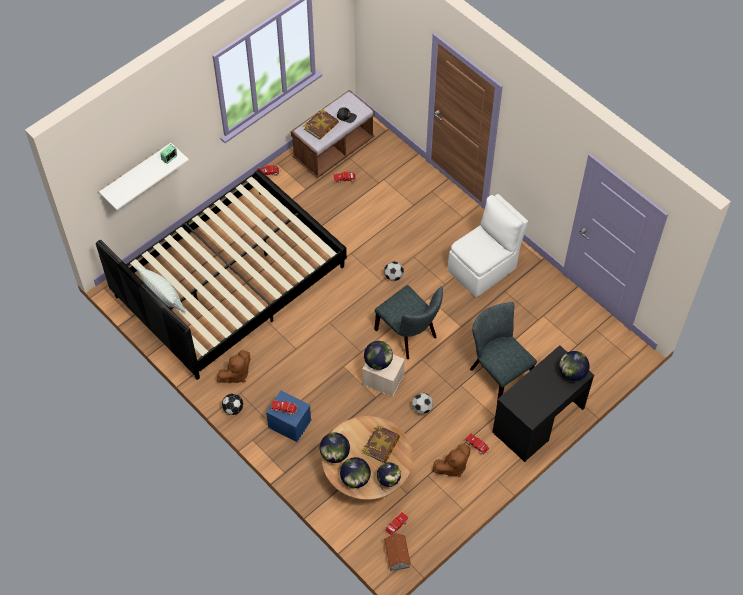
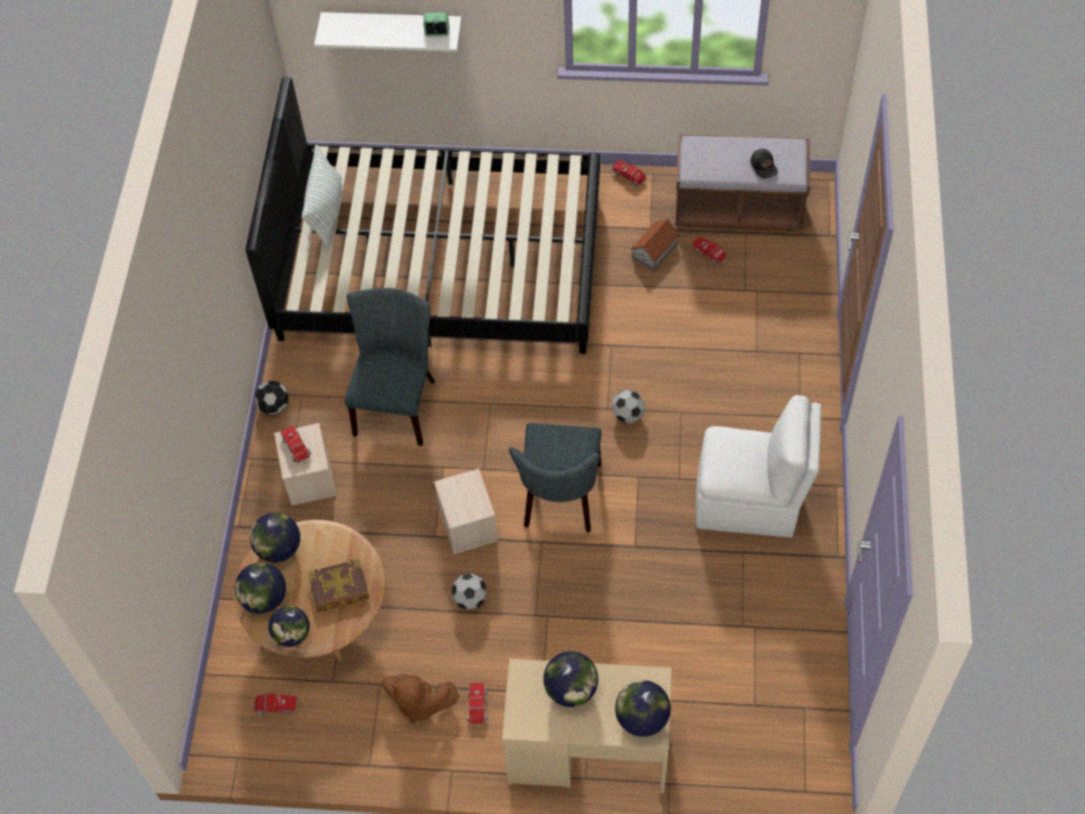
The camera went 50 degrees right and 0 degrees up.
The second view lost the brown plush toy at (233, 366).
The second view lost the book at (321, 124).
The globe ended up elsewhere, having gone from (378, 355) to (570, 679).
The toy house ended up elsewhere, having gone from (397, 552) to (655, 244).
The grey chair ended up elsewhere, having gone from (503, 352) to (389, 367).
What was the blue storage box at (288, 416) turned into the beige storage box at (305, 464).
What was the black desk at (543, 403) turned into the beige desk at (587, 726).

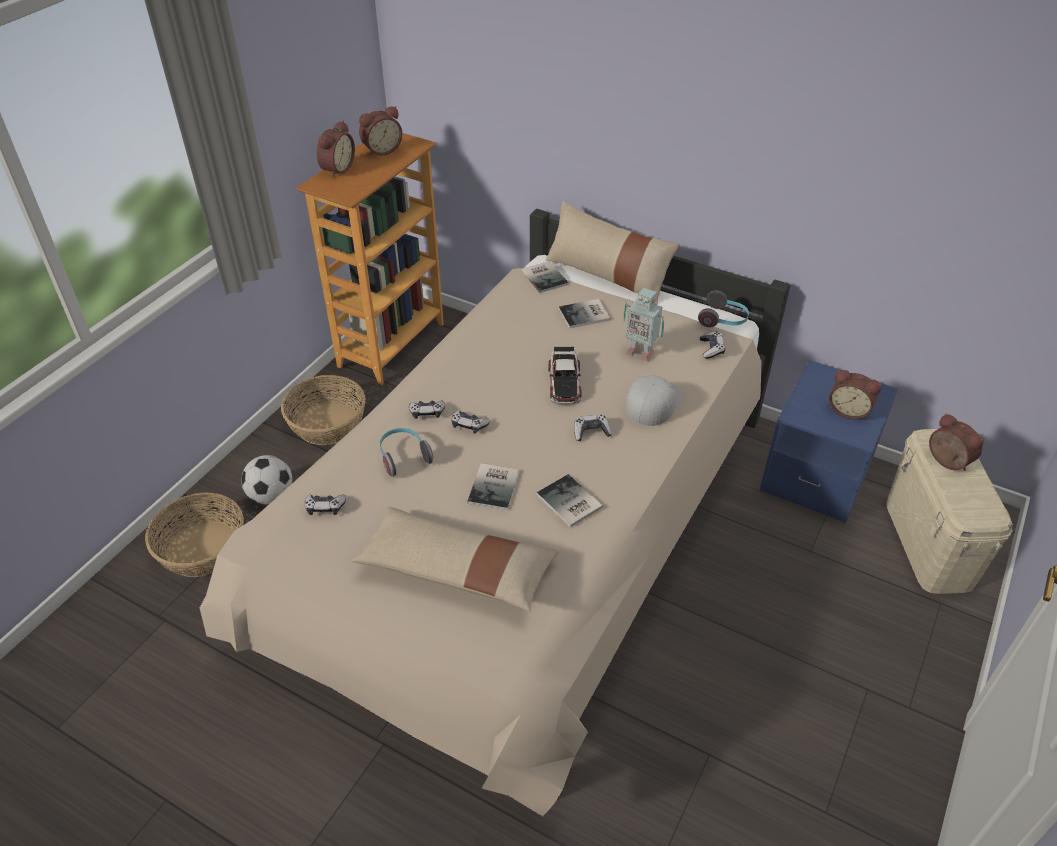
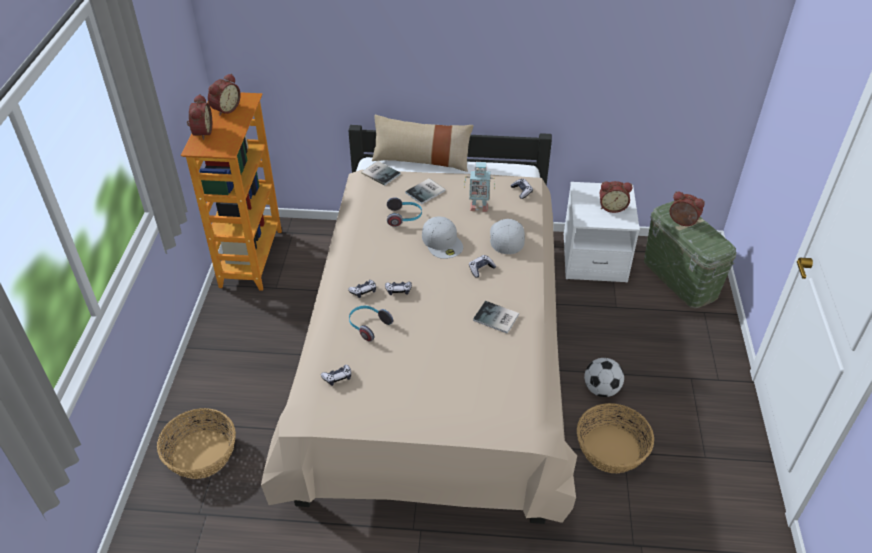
The camera went 25 degrees left and 0 degrees up.
The second view lost the beige pillow at (455, 559).
The second view lost the book at (493, 486).
The football ended up elsewhere, having gone from (266, 479) to (604, 377).
The basket ended up elsewhere, having gone from (323, 410) to (615, 438).
The headphones ended up elsewhere, having gone from (723, 309) to (404, 212).
Where the toy car stood at (564, 376), the white cap came to stand at (442, 238).
What was the blue nightstand at (829, 441) turned into the white nightstand at (602, 232).
What was the beige storage box at (949, 511) turned into the green storage box at (690, 254).

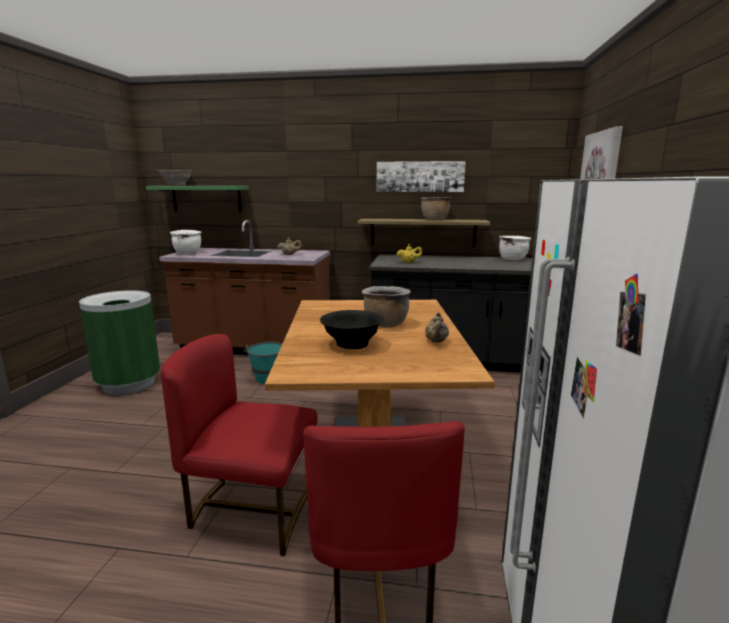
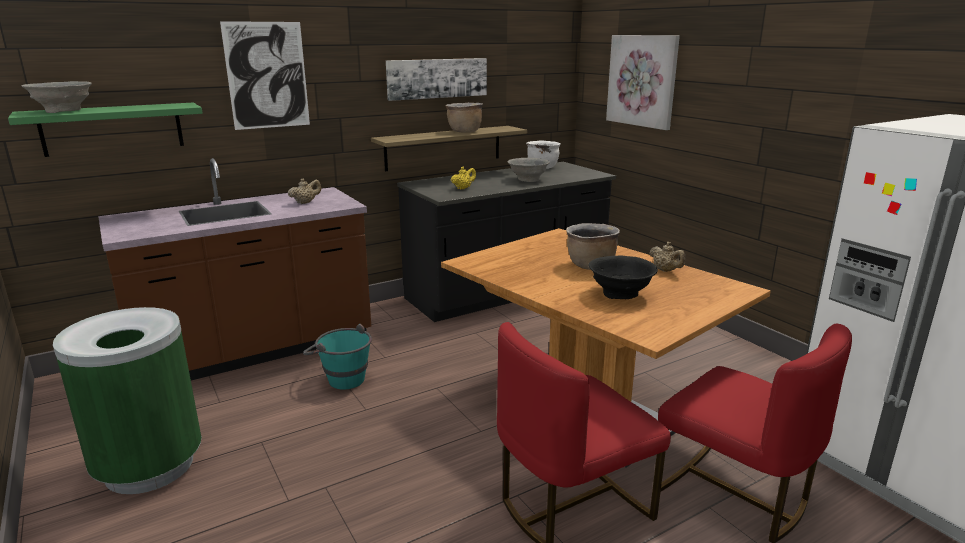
The camera went 40 degrees left and 5 degrees up.
The second view lost the white cooking pot at (185, 242).
The second view gained the picture at (265, 75).
The second view gained the grey bowl at (529, 170).

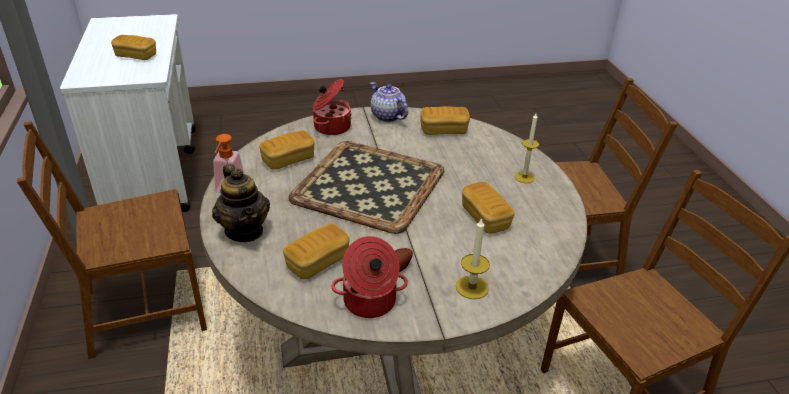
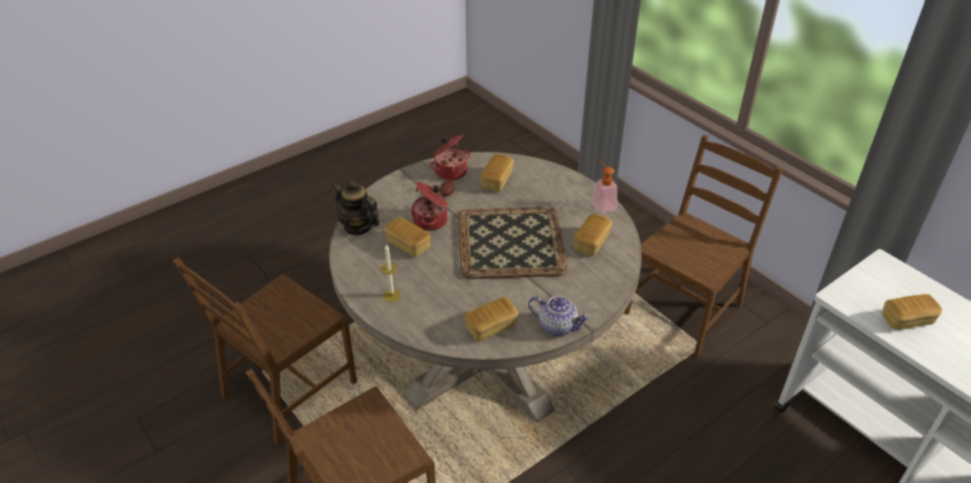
The camera went 155 degrees right and 5 degrees up.
The second view lost the candle at (473, 258).
The teapot ended up elsewhere, having gone from (241, 203) to (356, 208).
The cooking pot ended up elsewhere, having gone from (332, 107) to (429, 206).

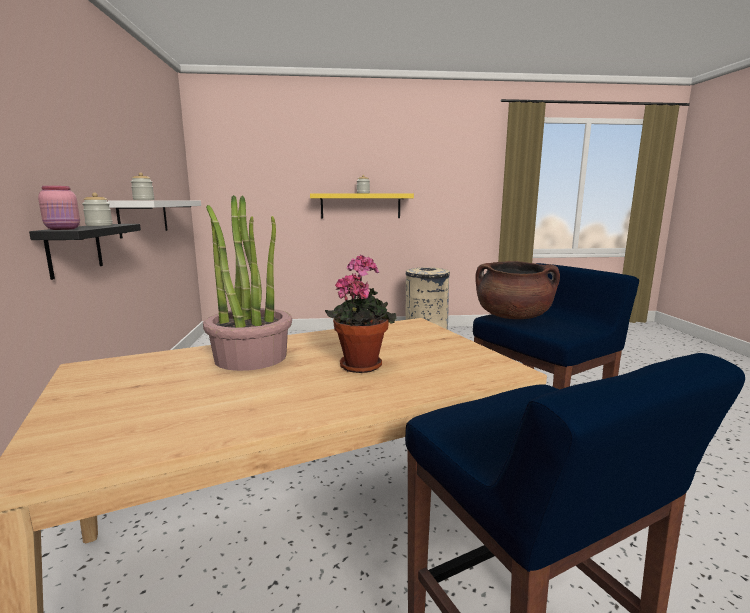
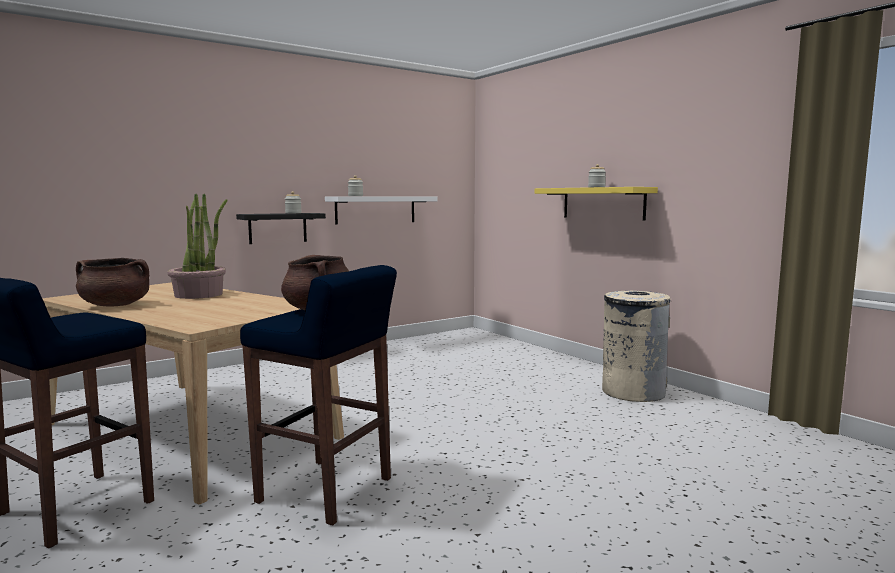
The camera went 60 degrees right and 5 degrees down.
The second view lost the pink jar at (59, 208).
The second view lost the potted plant at (360, 314).
The second view gained the brown cooking pot at (112, 282).

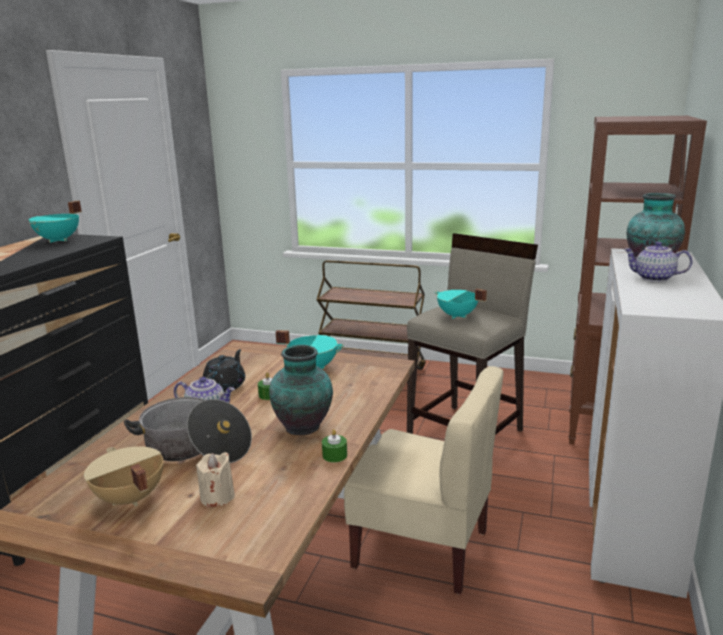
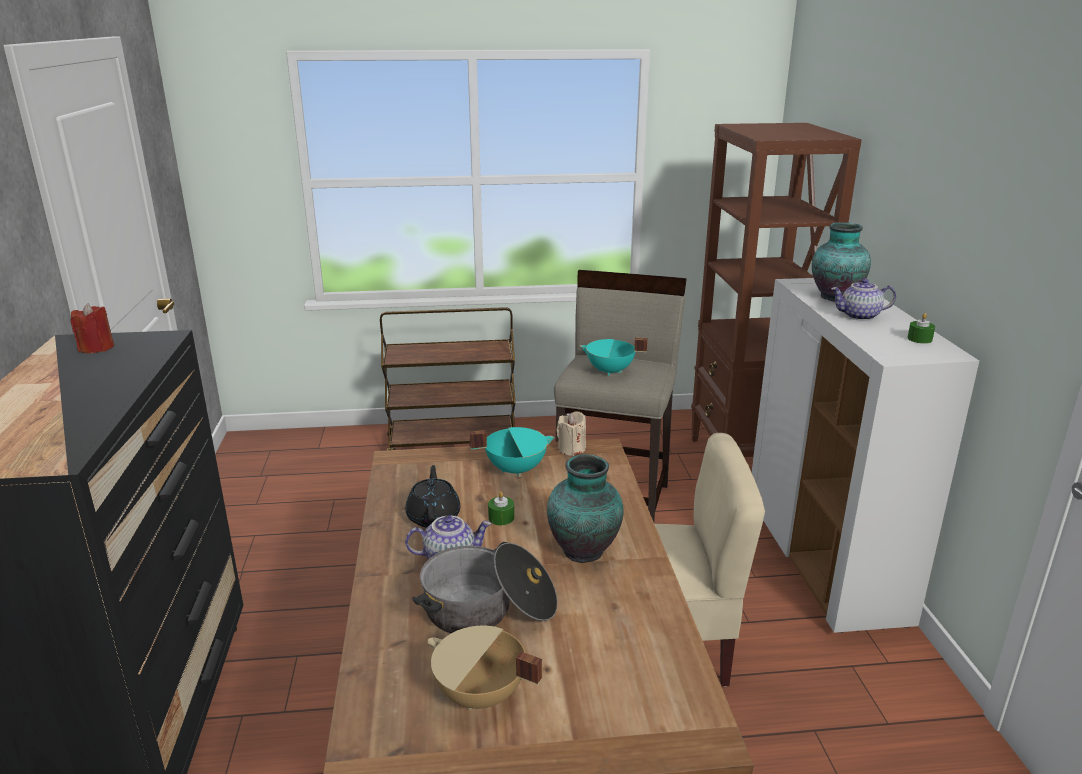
The camera went 25 degrees left and 5 degrees up.
The beige candle ended up elsewhere, having gone from (215, 480) to (571, 433).
The green candle ended up elsewhere, having gone from (334, 446) to (921, 328).
Where the turquoise cooking pot stood at (55, 222), the red candle came to stand at (92, 328).

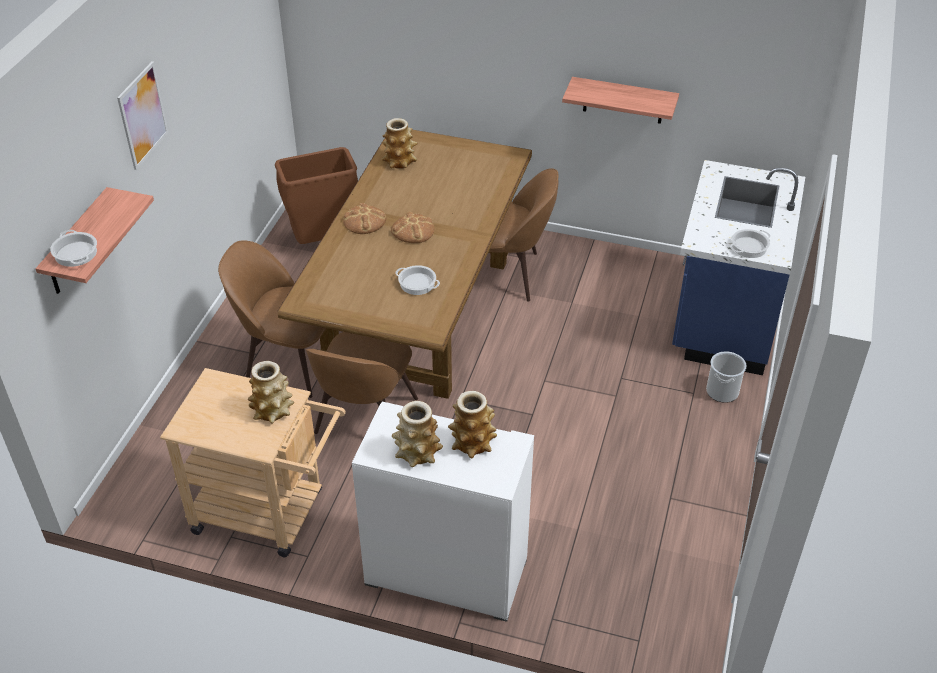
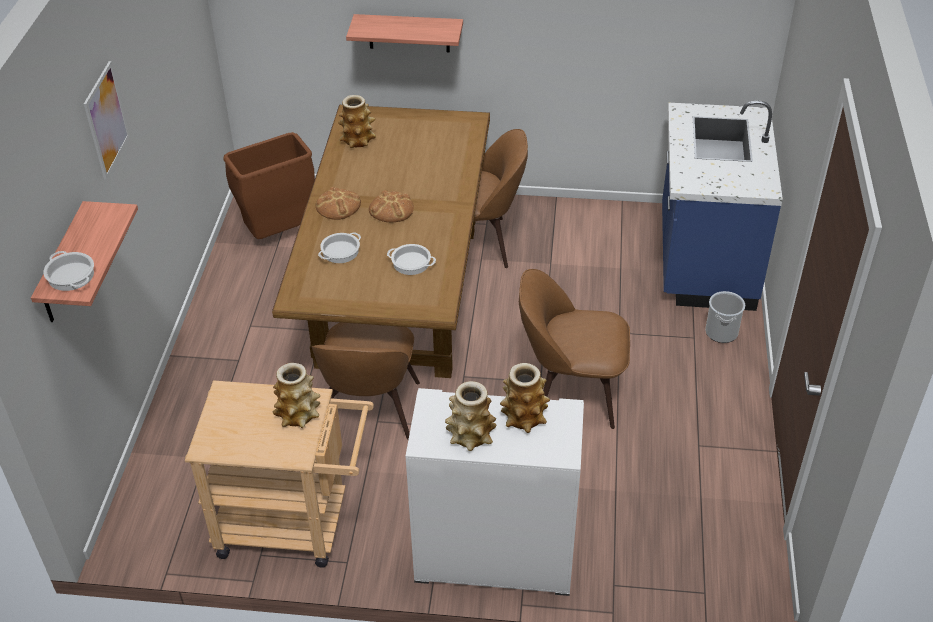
The camera went 10 degrees left and 0 degrees up.
The brown chair ended up elsewhere, having gone from (272, 319) to (574, 349).
The shelf ended up elsewhere, having gone from (620, 100) to (404, 33).
The cooking pot ended up elsewhere, having gone from (750, 243) to (339, 247).

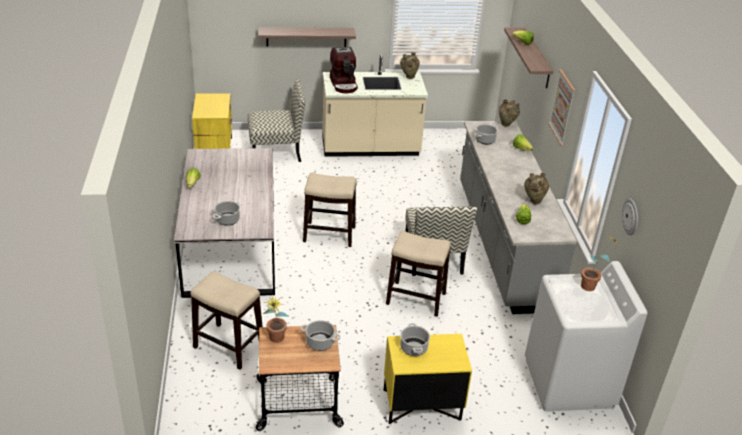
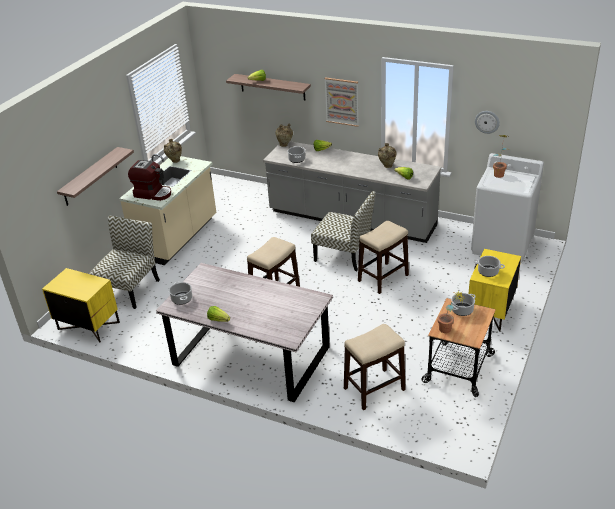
The camera went 55 degrees left and 0 degrees up.
The cooking pot ended up elsewhere, having gone from (227, 213) to (180, 293).

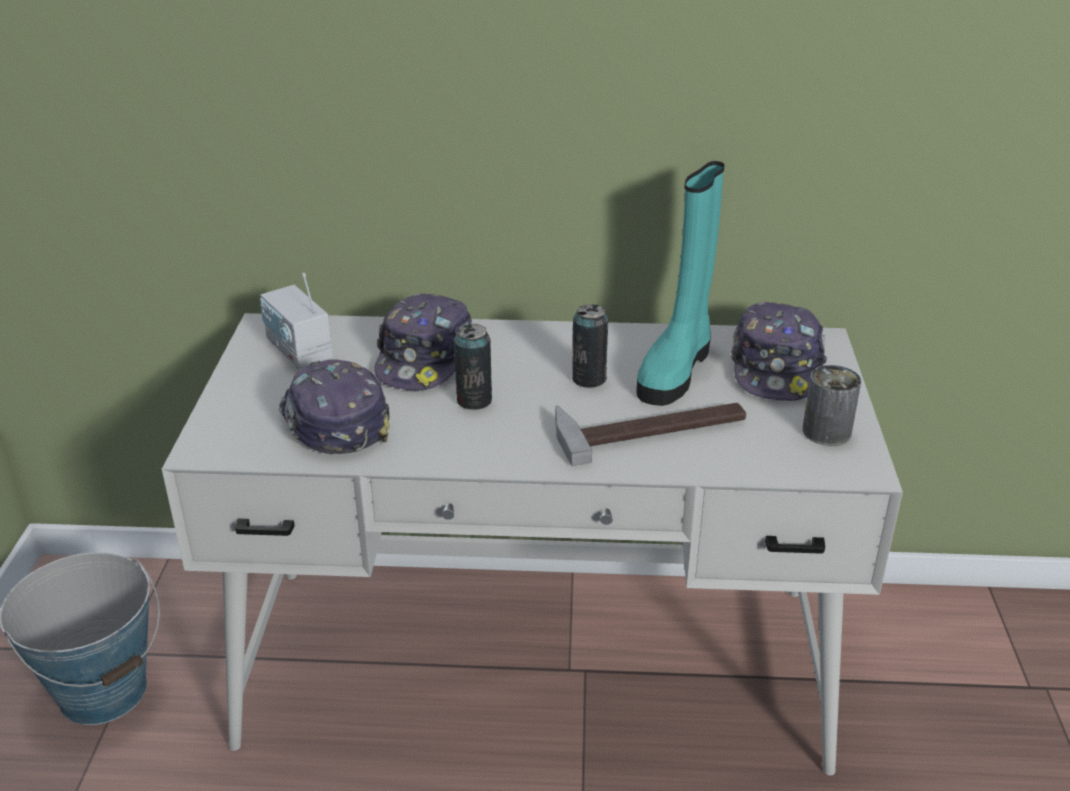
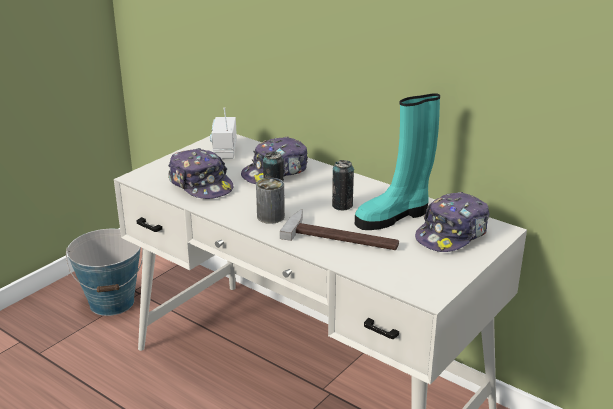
The camera went 35 degrees right and 5 degrees down.
The can ended up elsewhere, having gone from (831, 405) to (270, 201).
The cap at (334, 406) ended up facing another way, 135 degrees clockwise from before.

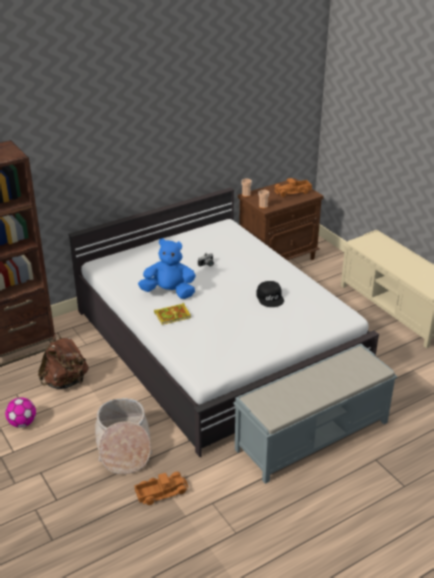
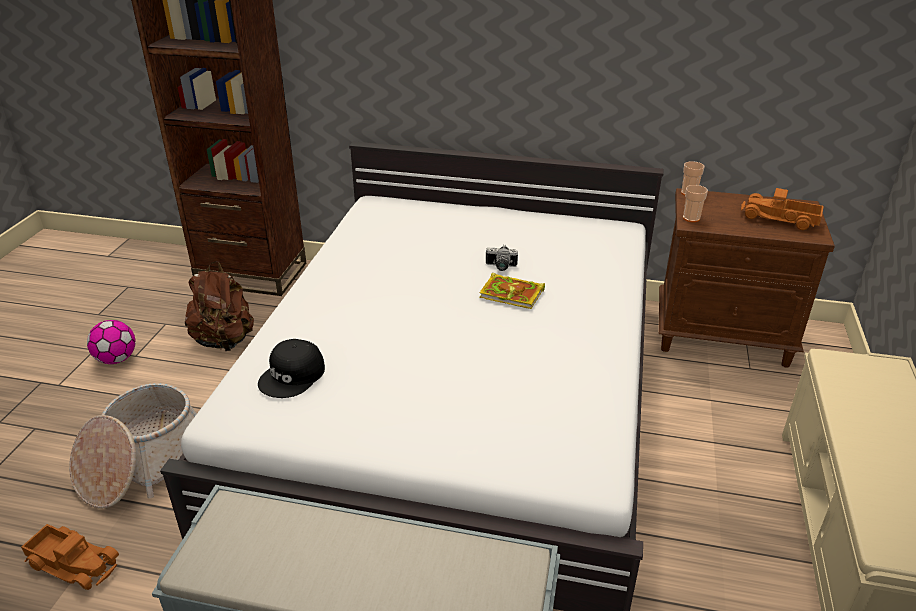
The camera went 45 degrees right and 0 degrees up.
The second view lost the blue plush toy at (167, 268).
The book ended up elsewhere, having gone from (172, 314) to (512, 291).
The black cap ended up elsewhere, having gone from (270, 294) to (291, 368).

